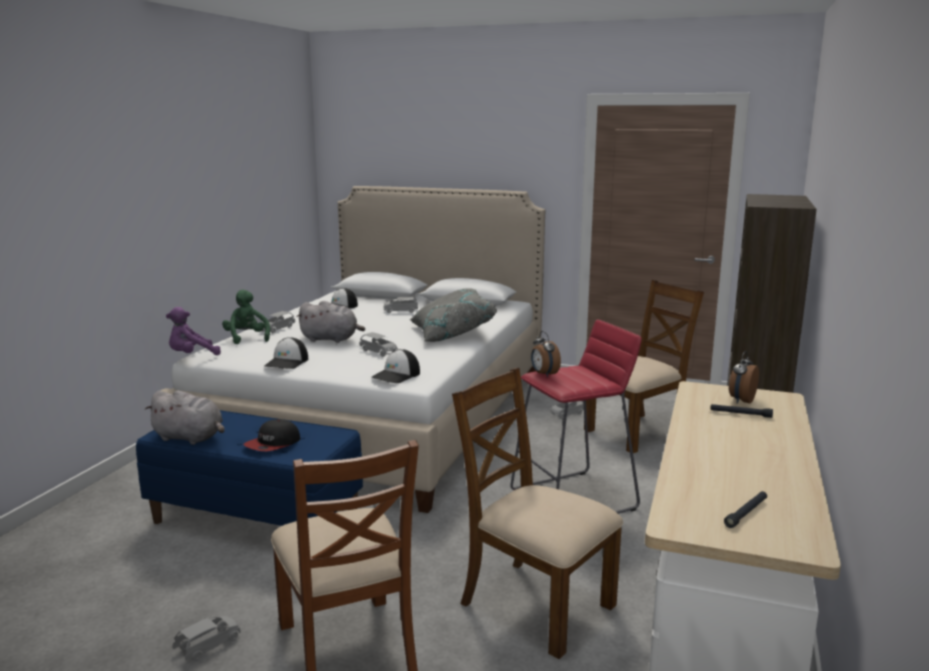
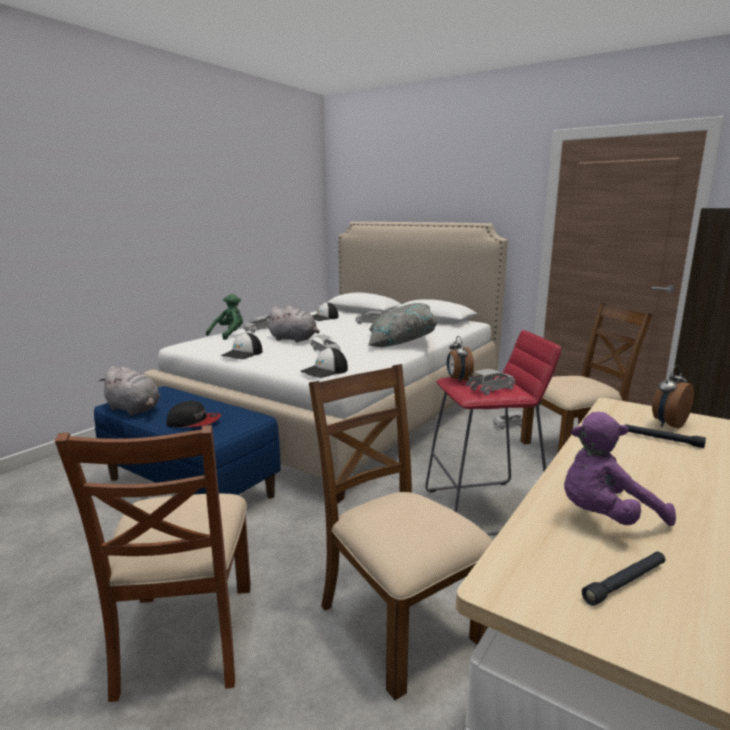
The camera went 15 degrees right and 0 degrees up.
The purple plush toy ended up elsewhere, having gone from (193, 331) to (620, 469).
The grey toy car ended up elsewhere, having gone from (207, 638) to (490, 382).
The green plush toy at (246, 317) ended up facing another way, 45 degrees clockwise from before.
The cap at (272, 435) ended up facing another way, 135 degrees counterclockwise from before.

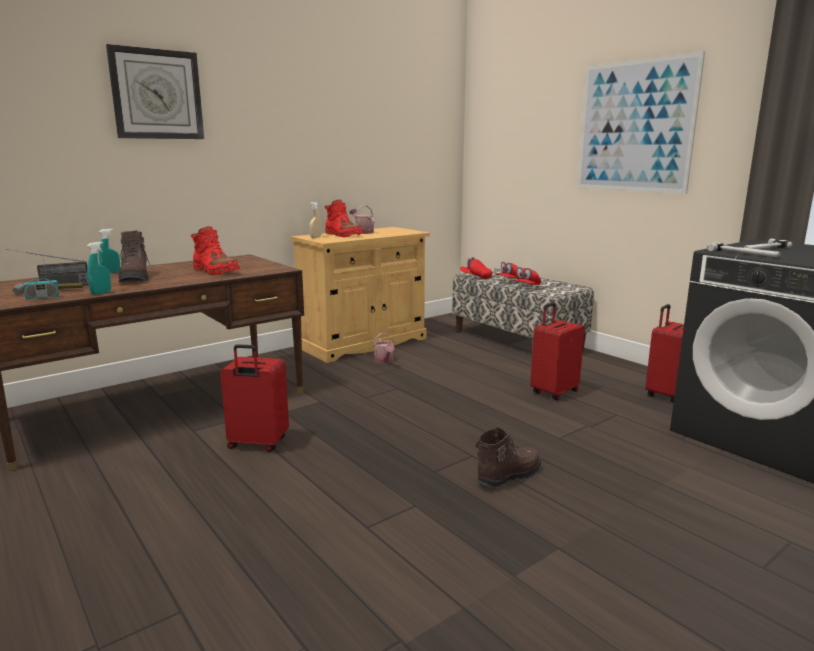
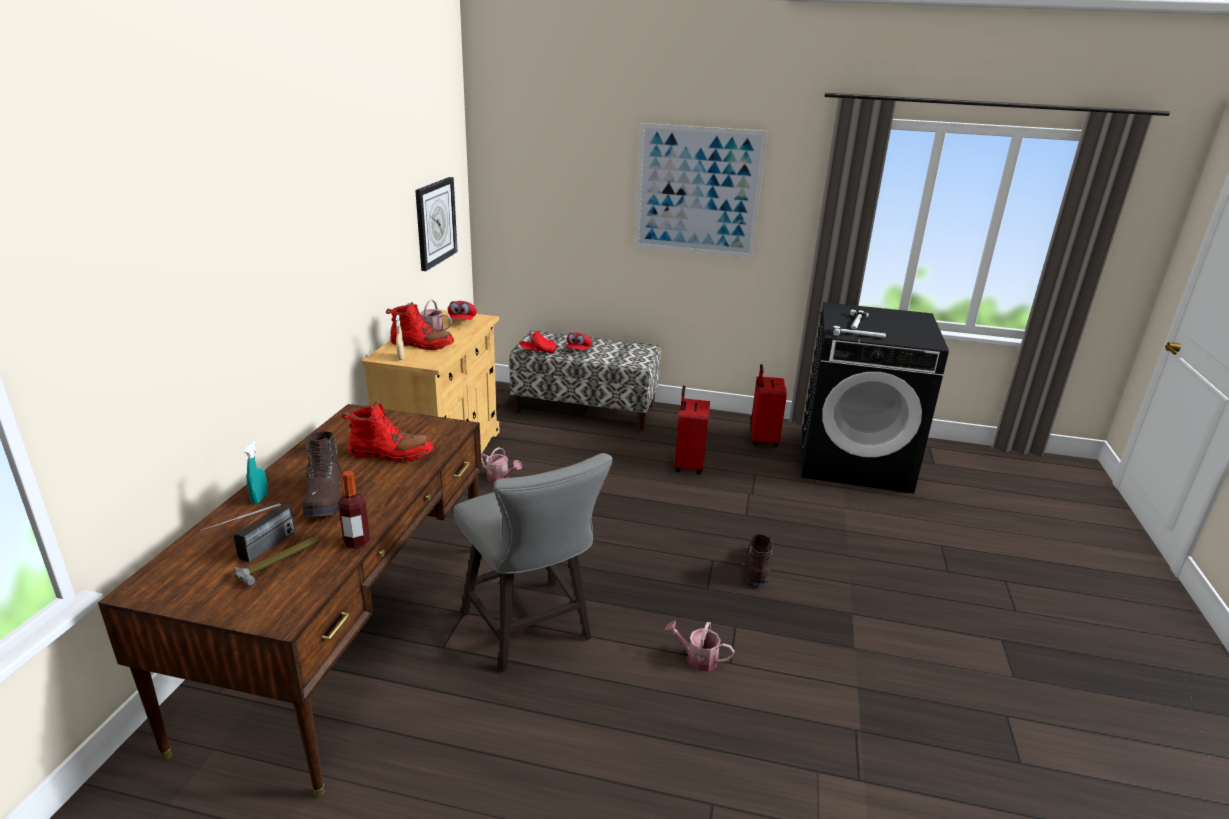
The camera went 40 degrees left and 10 degrees up.
The second view lost the radio at (41, 276).
The second view gained the watering can at (699, 646).
The wall clock ended up elsewhere, having gone from (155, 91) to (436, 224).
The red cap ended up elsewhere, having gone from (527, 276) to (462, 310).
Where the turquoise spray bottle stood at (99, 268), the bottle came to stand at (354, 510).
Where the red suitcase stood at (254, 398), the grey stool came to stand at (533, 562).
The brown boot at (135, 256) ended up facing another way, 45 degrees clockwise from before.

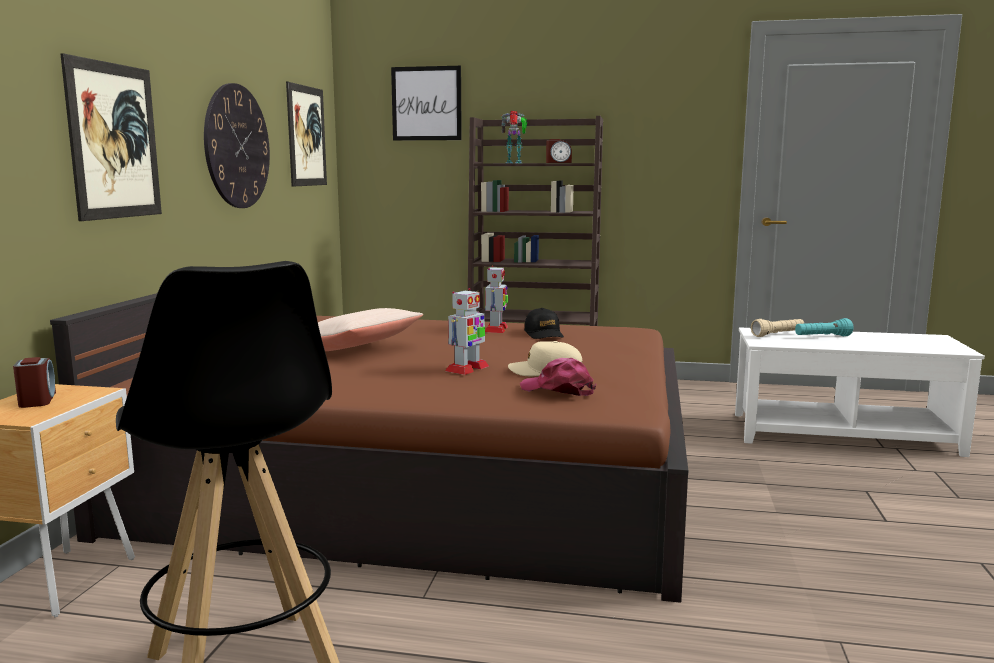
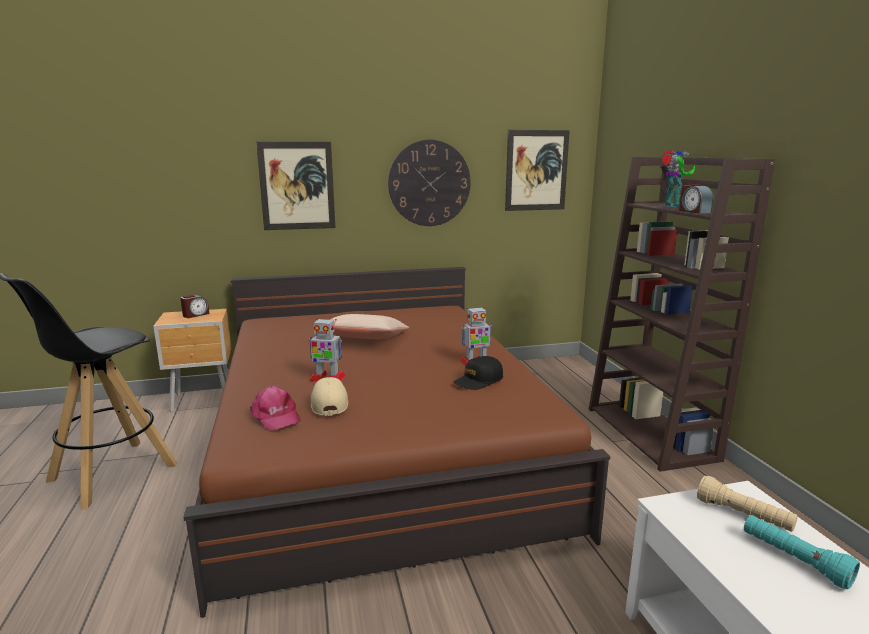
The camera went 65 degrees right and 5 degrees up.
The second view lost the picture at (426, 103).
The pink cap at (558, 377) ended up facing another way, 135 degrees clockwise from before.

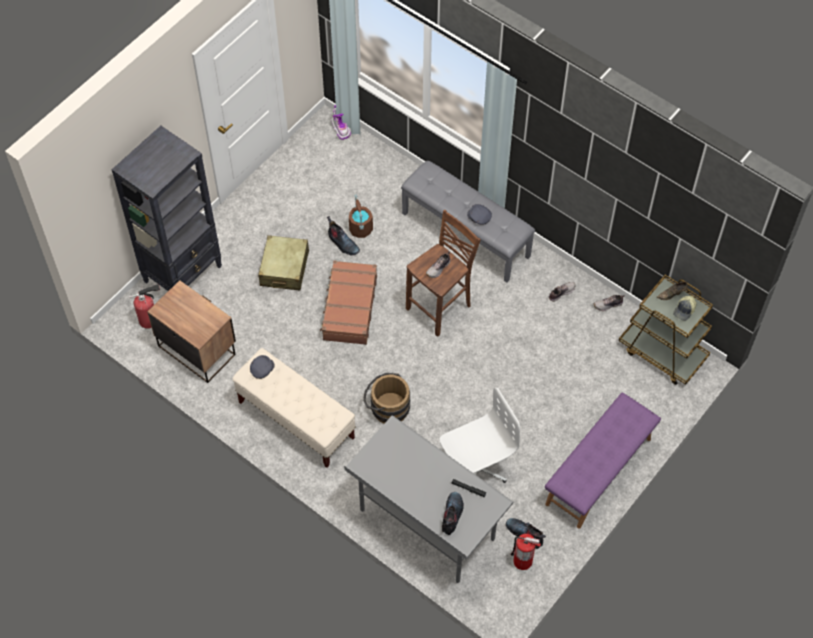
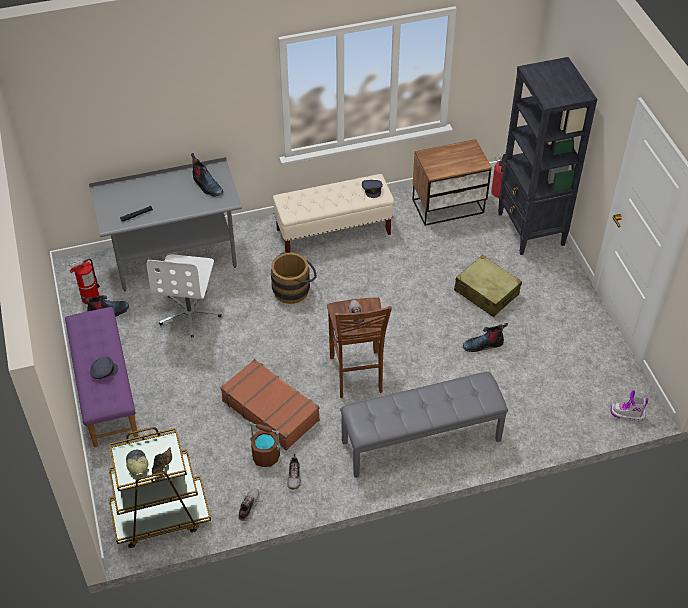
The camera went 125 degrees right and 10 degrees down.
The brown suitcase ended up elsewhere, having gone from (348, 303) to (270, 404).
The brown bucket ended up elsewhere, having gone from (361, 216) to (265, 444).
The boot ended up elsewhere, having gone from (453, 513) to (207, 175).
The grey cap ended up elsewhere, having gone from (479, 214) to (104, 368).

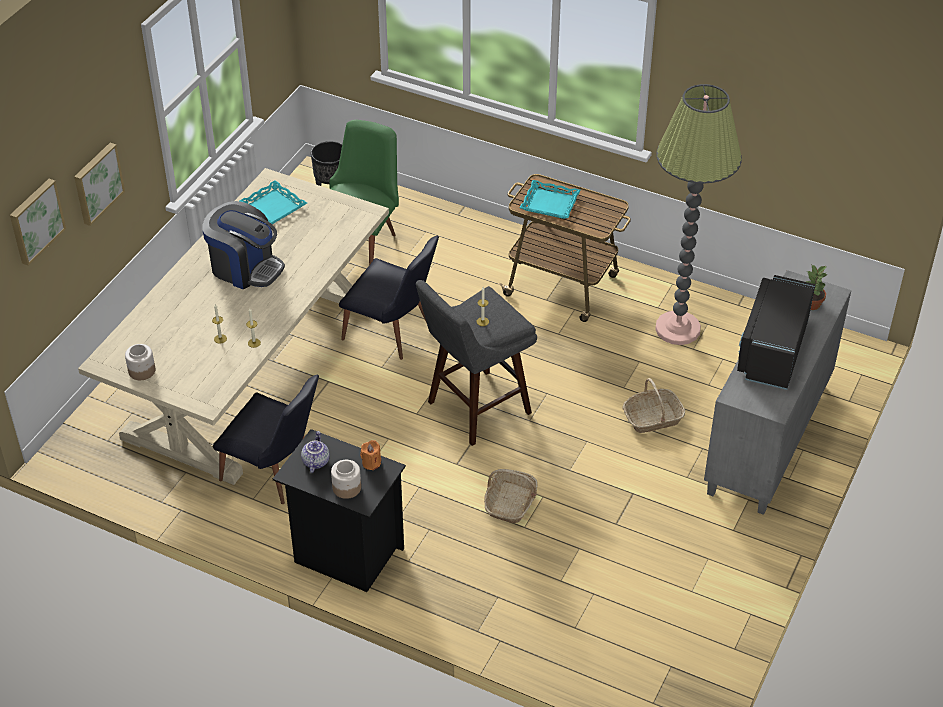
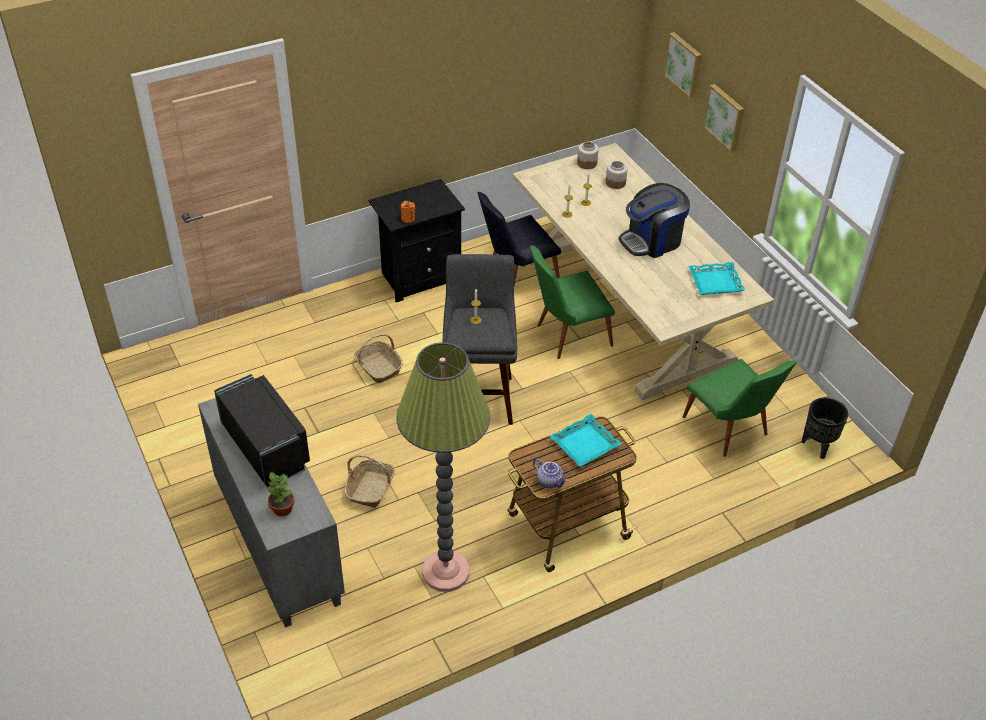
The camera went 125 degrees right and 0 degrees up.
The second view lost the black chair at (389, 298).
The second view gained the green chair at (572, 302).
The teapot ended up elsewhere, having gone from (315, 452) to (550, 473).
The jar ended up elsewhere, having gone from (346, 479) to (617, 175).

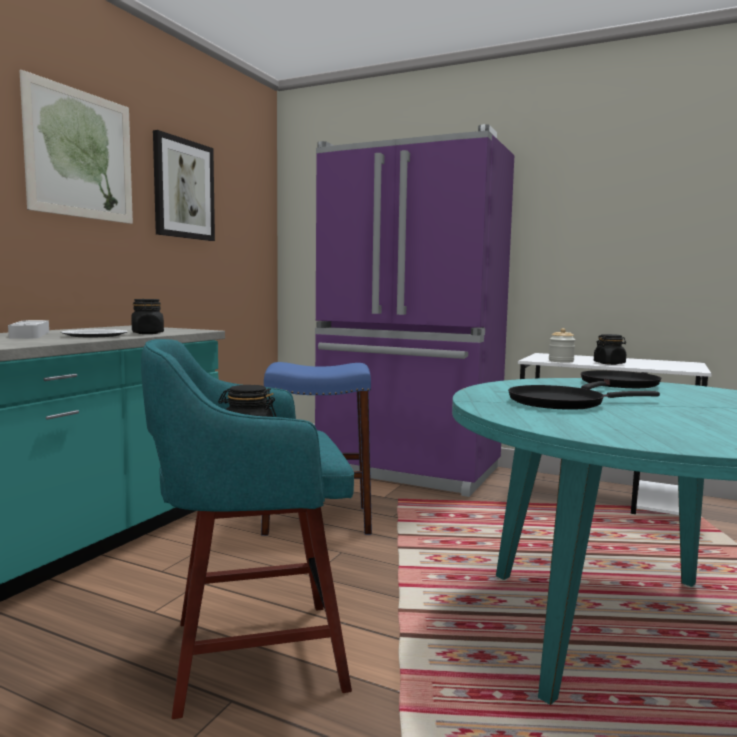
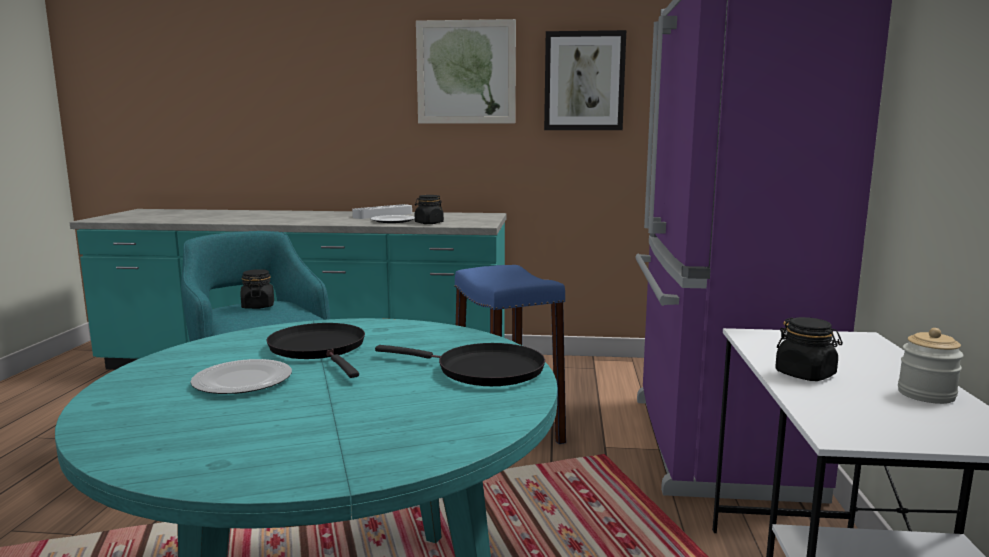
The camera went 70 degrees right and 5 degrees up.
The second view gained the plate at (241, 376).
The jar ended up elsewhere, having gone from (562, 345) to (931, 366).

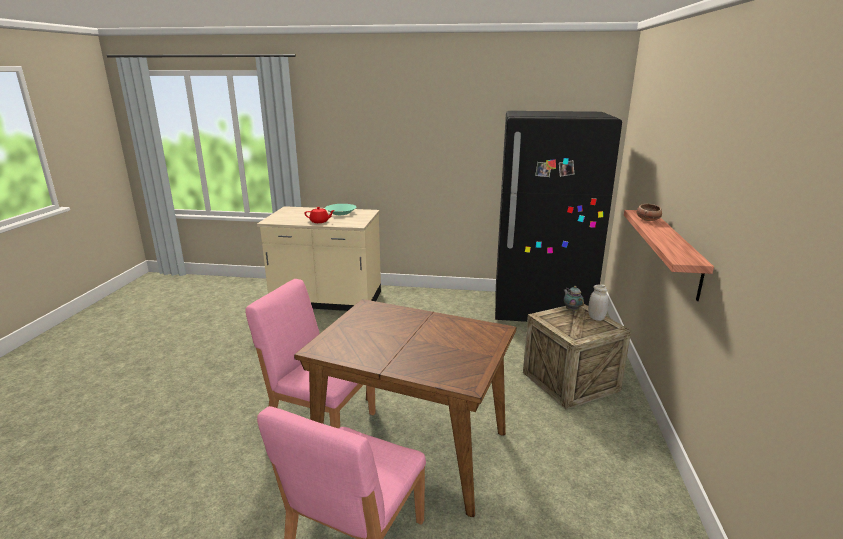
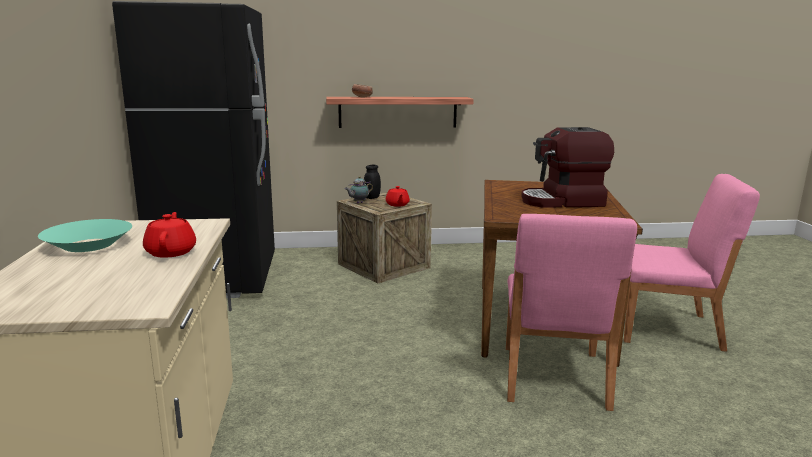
The camera went 105 degrees left and 5 degrees down.
The second view gained the red teapot at (398, 196).
The second view gained the coffee machine at (567, 167).
What was the white jar at (598, 303) turned into the black jar at (372, 182).

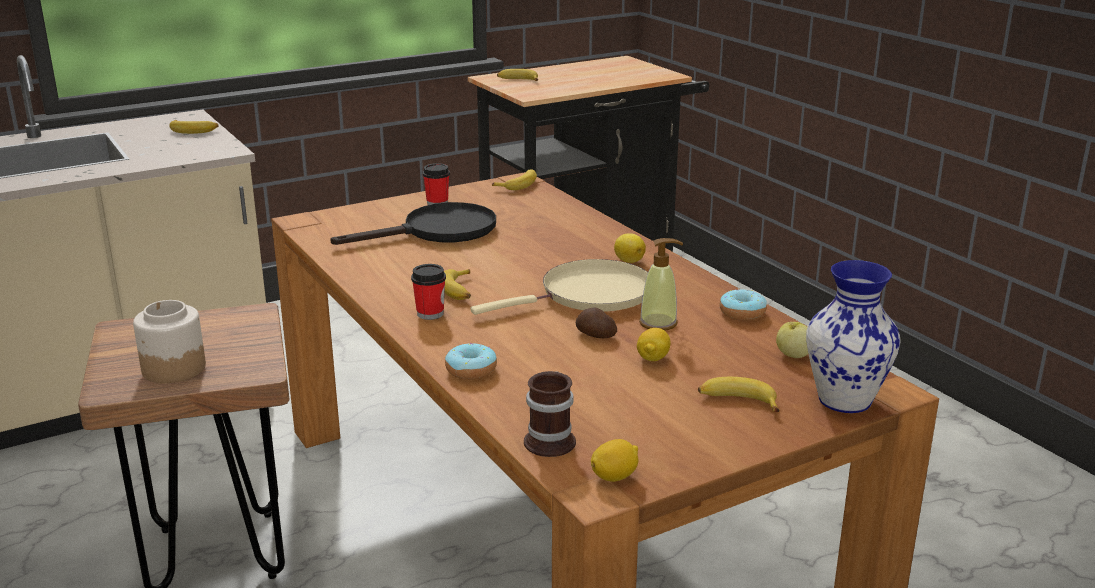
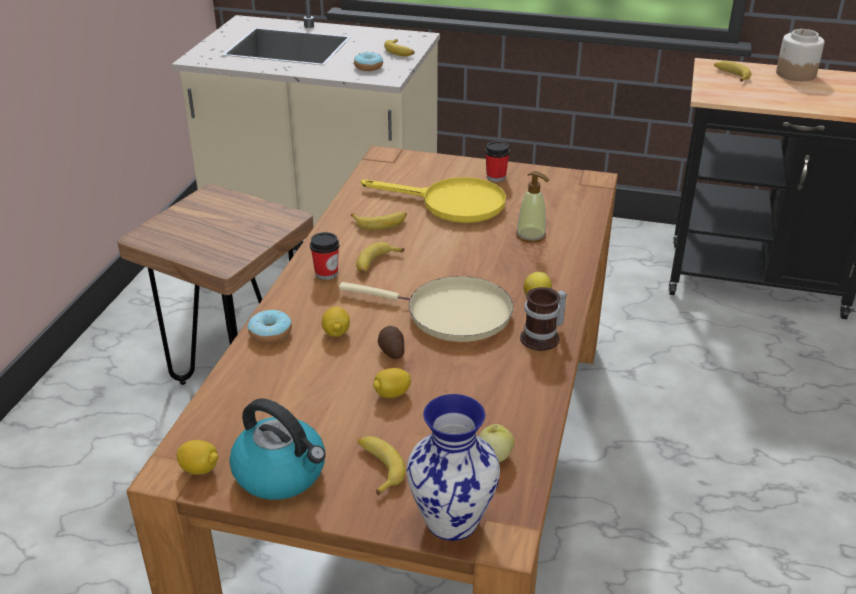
The camera went 45 degrees right and 10 degrees up.
The second view gained the kettle at (277, 449).
The second view gained the lemon at (336, 322).
The jar ended up elsewhere, having gone from (169, 341) to (800, 55).
The banana ended up elsewhere, having gone from (514, 179) to (379, 221).
The mug ended up elsewhere, having gone from (550, 414) to (543, 319).
The soap dispenser ended up elsewhere, having gone from (661, 284) to (532, 207).
The donut ended up elsewhere, having gone from (743, 305) to (368, 61).
What was the black frying pan at (413, 223) turned into the yellow frying pan at (433, 200).

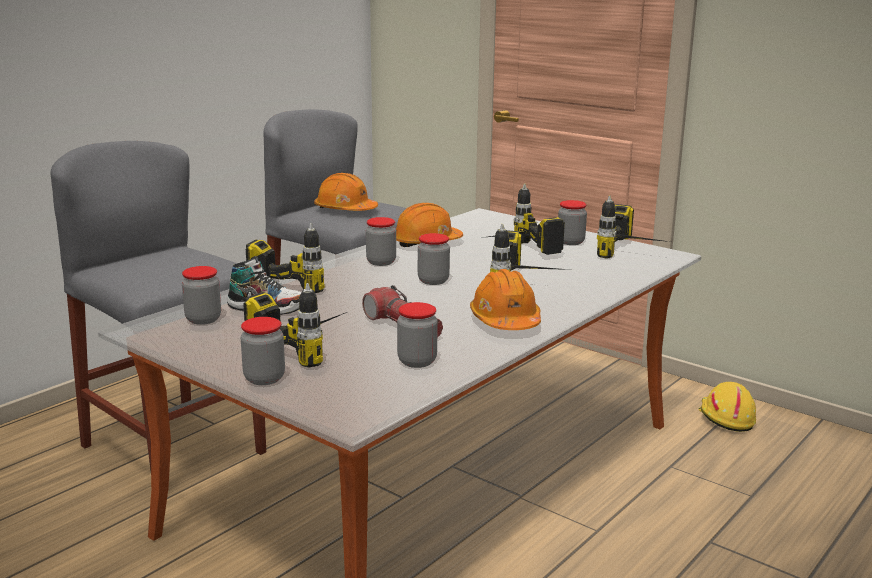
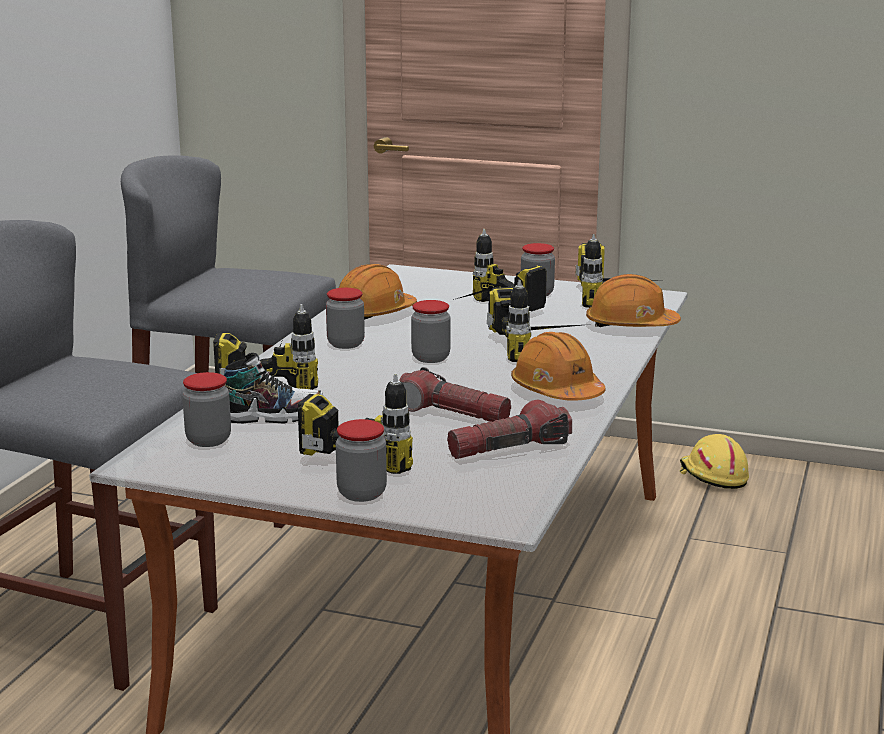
The camera went 20 degrees left and 0 degrees up.
The orange hard hat ended up elsewhere, having gone from (346, 192) to (633, 300).
Where the jar stood at (417, 335), the flashlight came to stand at (509, 429).

